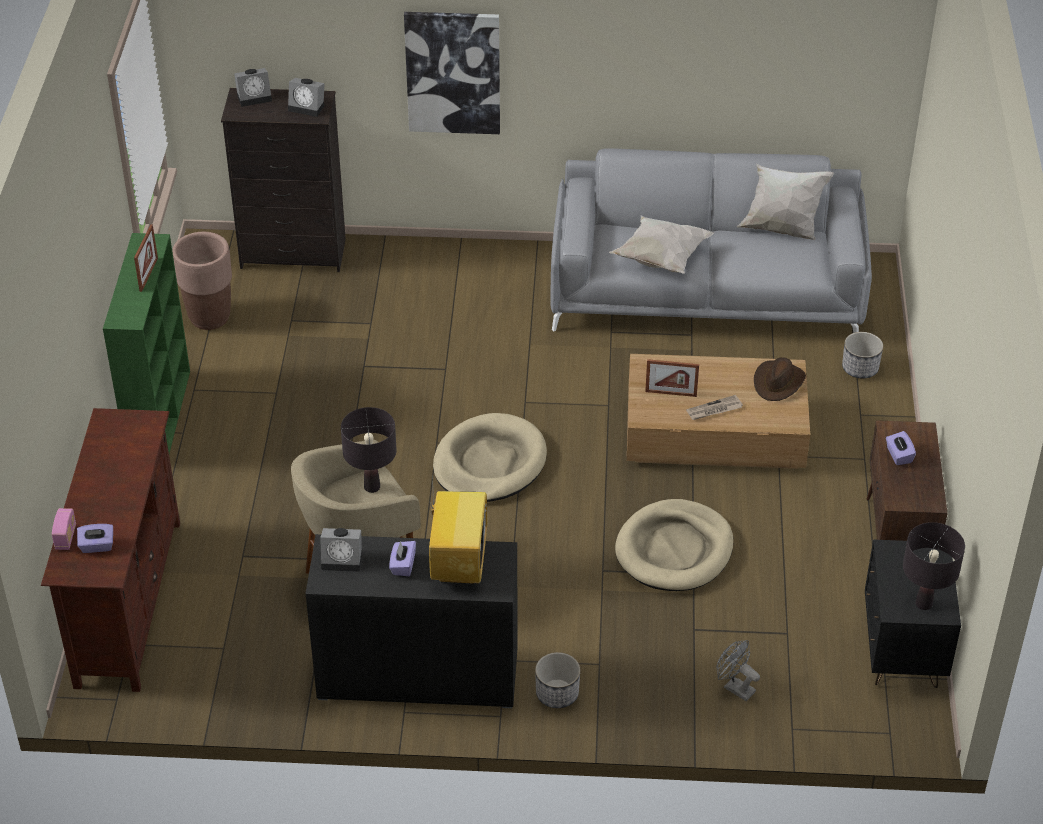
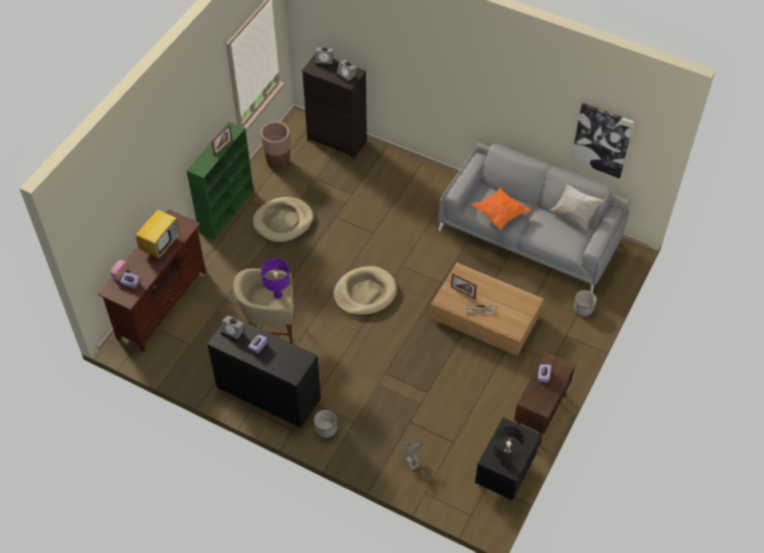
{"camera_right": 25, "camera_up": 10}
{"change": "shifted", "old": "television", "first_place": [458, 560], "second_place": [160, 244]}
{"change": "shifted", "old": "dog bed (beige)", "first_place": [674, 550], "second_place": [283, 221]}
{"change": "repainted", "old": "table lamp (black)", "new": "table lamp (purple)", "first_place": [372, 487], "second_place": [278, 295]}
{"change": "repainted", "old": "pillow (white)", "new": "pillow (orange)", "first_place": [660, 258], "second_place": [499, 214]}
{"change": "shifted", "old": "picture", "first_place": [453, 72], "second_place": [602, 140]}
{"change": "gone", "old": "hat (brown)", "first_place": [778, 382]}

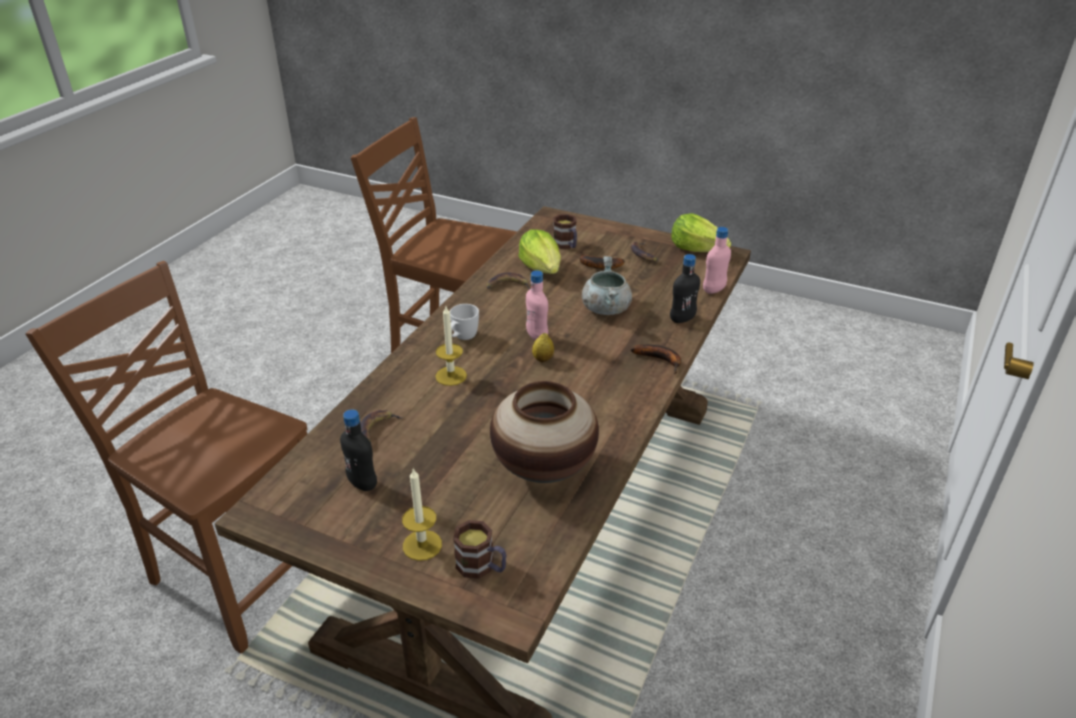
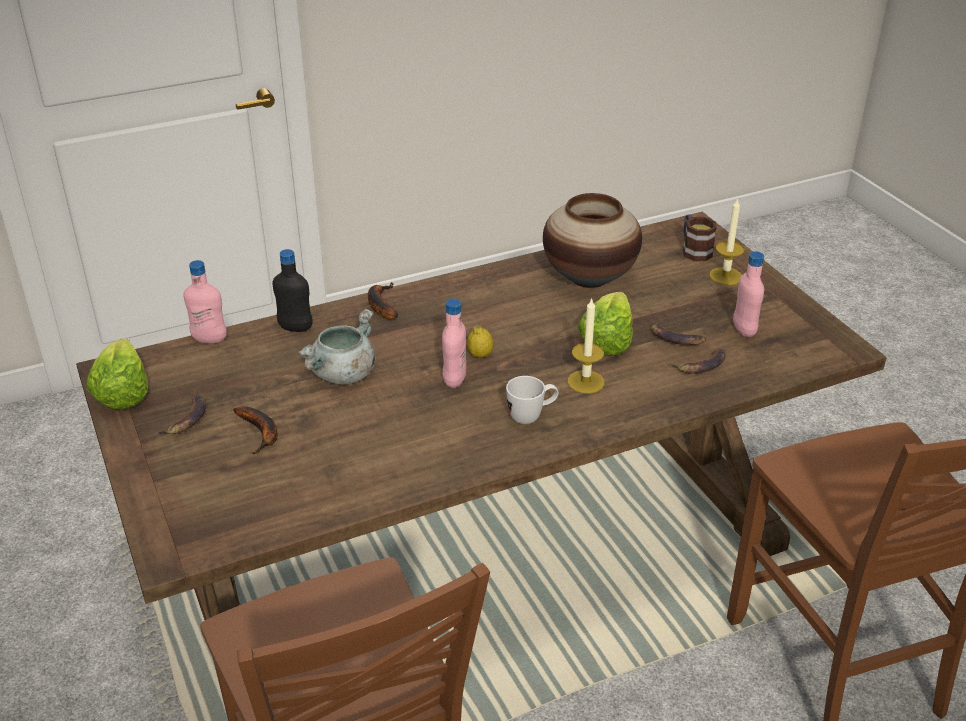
{"camera_right": -140, "camera_up": 0}
{"change": "shifted", "old": "lettuce", "first_place": [542, 268], "second_place": [606, 340]}
{"change": "shifted", "old": "banana", "first_place": [507, 285], "second_place": [675, 338]}
{"change": "repainted", "old": "bottle (black)", "new": "bottle (pink)", "first_place": [362, 483], "second_place": [744, 330]}
{"change": "gone", "old": "mug", "first_place": [566, 245]}

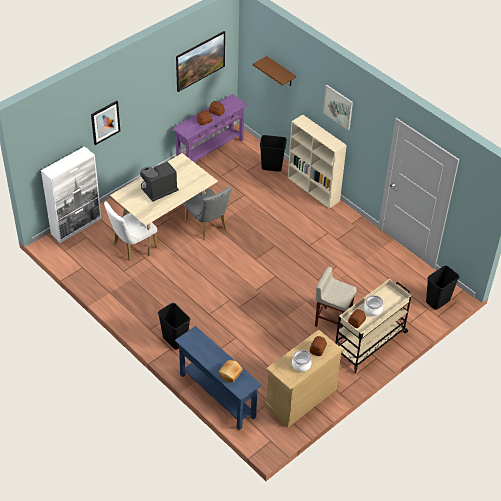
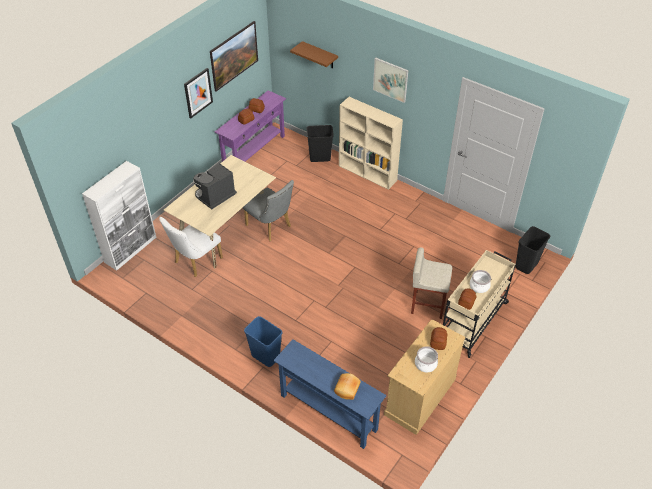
{"camera_right": -10, "camera_up": 0}
{"change": "shifted", "old": "picture", "first_place": [105, 122], "second_place": [198, 92]}
{"change": "repainted", "old": "trash can (black)", "new": "trash can (blue)", "first_place": [174, 340], "second_place": [265, 356]}

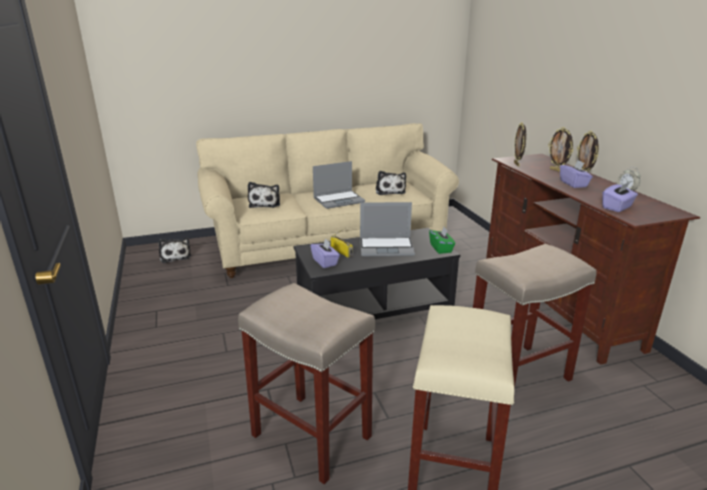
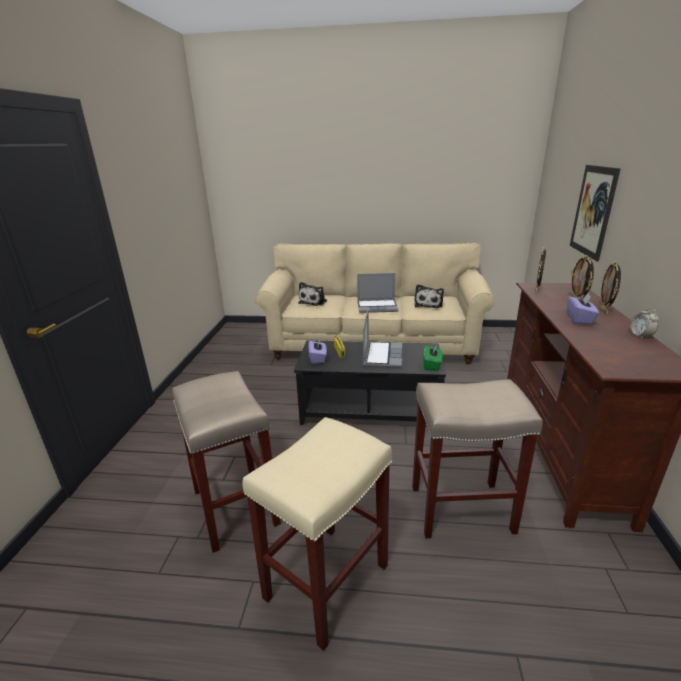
{"camera_right": 25, "camera_up": 0}
{"change": "rotated", "old": "laptop", "first_place": [387, 247], "second_place": [382, 355], "degrees": -105}
{"change": "new", "new": "picture", "second_place": [593, 211]}
{"change": "gone", "old": "plush toy", "first_place": [175, 256]}
{"change": "gone", "old": "tissue box (purple)", "first_place": [617, 207]}

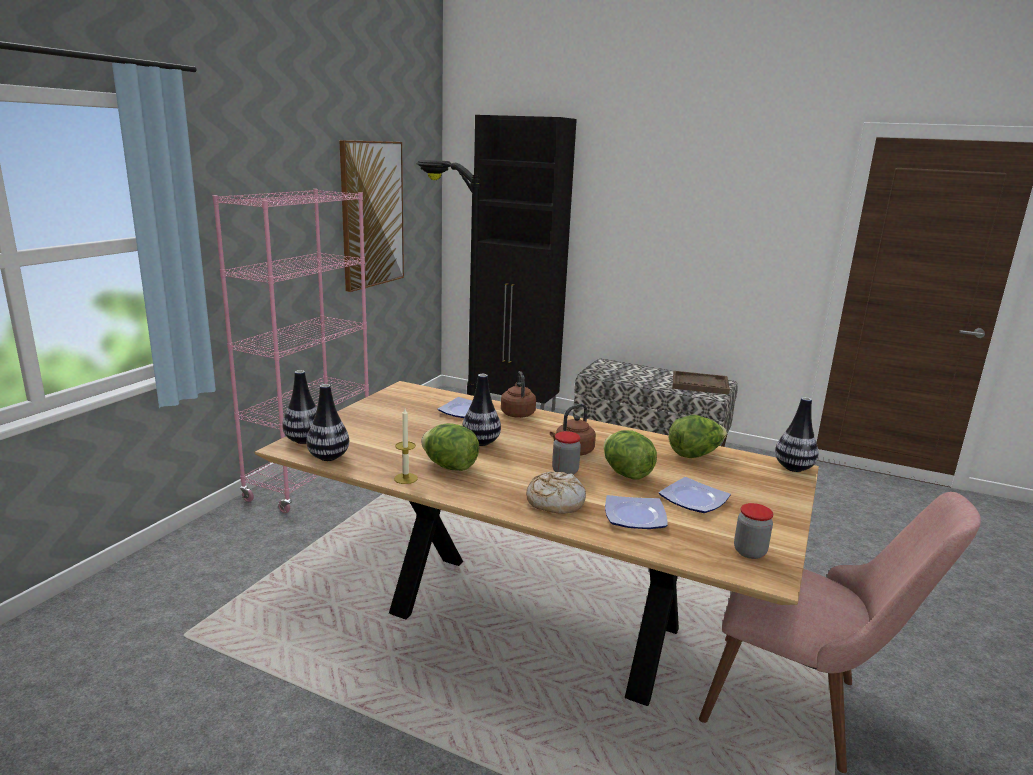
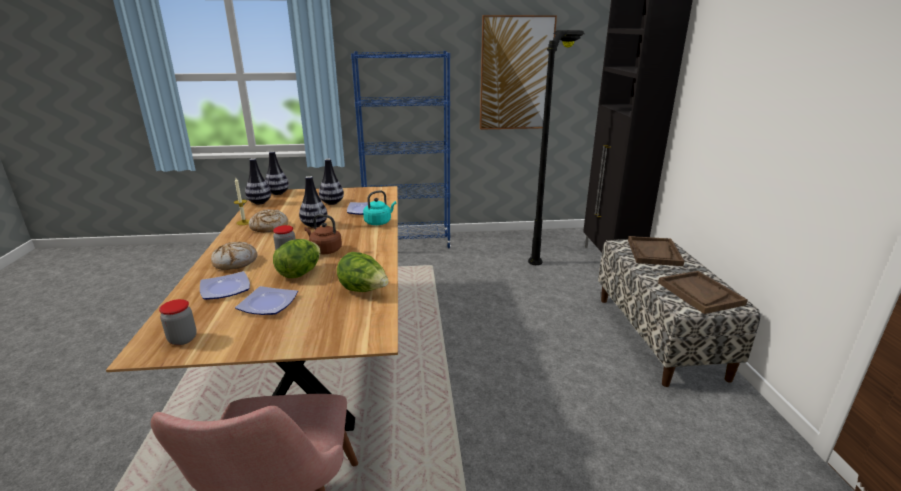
{"camera_right": 60, "camera_up": 5}
{"change": "swapped", "old": "lettuce", "new": "bread", "first_place": [450, 466], "second_place": [269, 227]}
{"change": "shifted", "old": "vase", "first_place": [793, 468], "second_place": [332, 203]}
{"change": "repainted", "old": "bookcase (pink)", "new": "bookcase (blue)", "first_place": [310, 480], "second_place": [408, 243]}
{"change": "repainted", "old": "kettle (brown)", "new": "kettle (turquoise)", "first_place": [517, 413], "second_place": [379, 222]}
{"change": "new", "new": "tray (brown)", "second_place": [654, 252]}

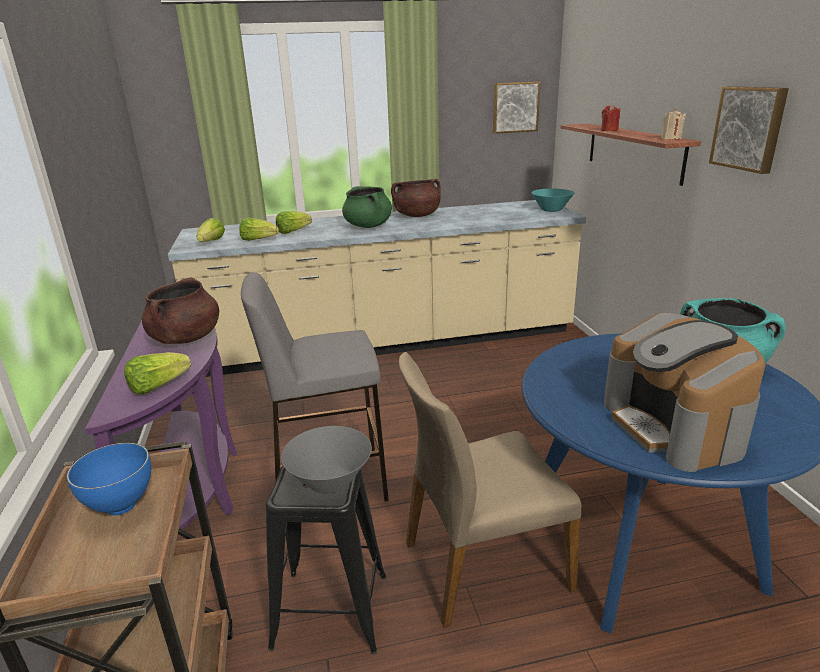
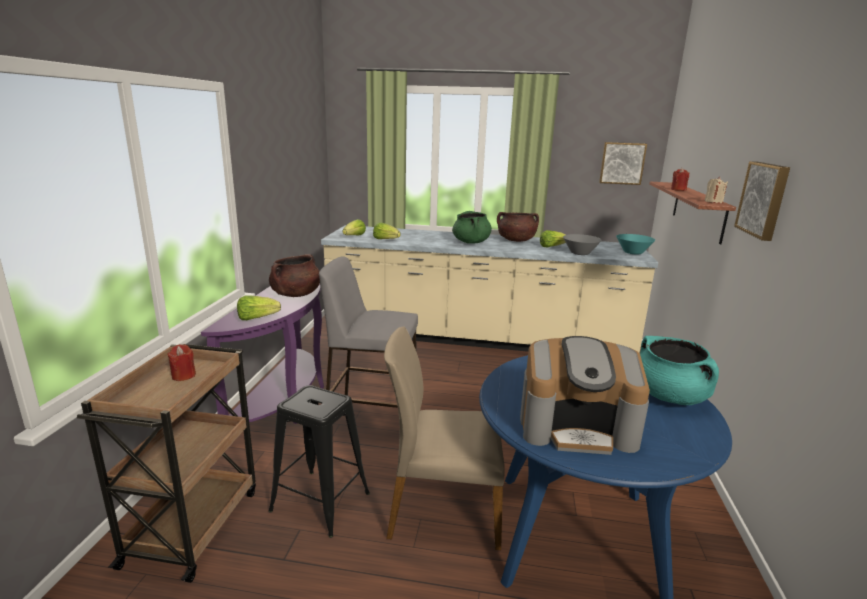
{"camera_right": 20, "camera_up": -5}
{"change": "swapped", "old": "bowl (blue)", "new": "candle (red)", "first_place": [120, 507], "second_place": [183, 375]}
{"change": "rotated", "old": "coffee machine", "first_place": [674, 426], "second_place": [577, 427], "degrees": -90}
{"change": "shifted", "old": "lettuce", "first_place": [293, 232], "second_place": [551, 247]}
{"change": "shifted", "old": "bowl (grey)", "first_place": [330, 481], "second_place": [580, 253]}

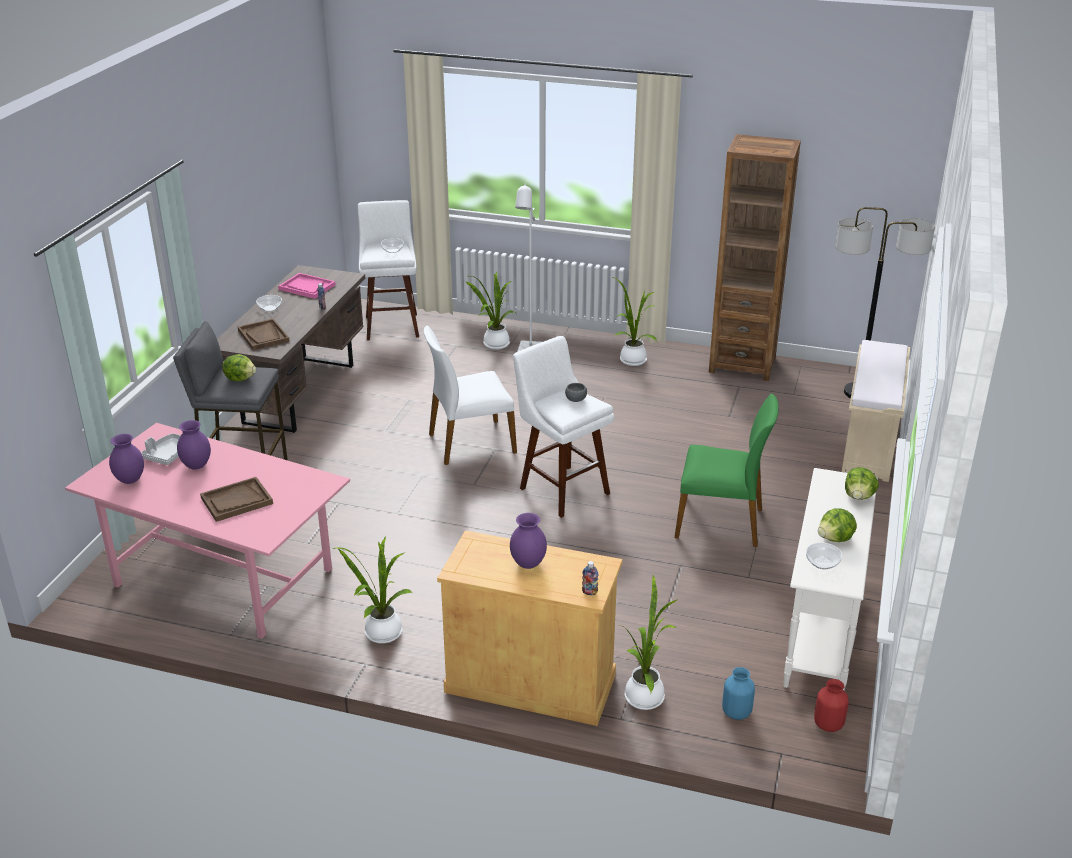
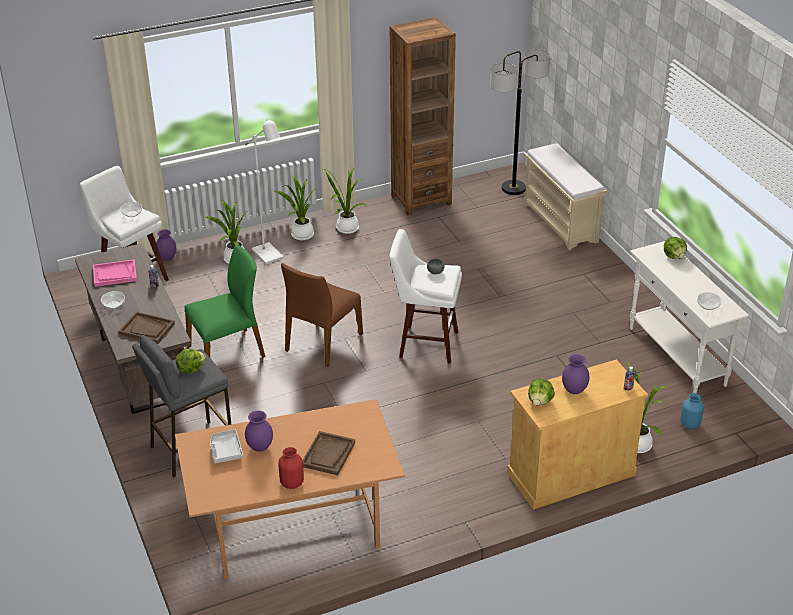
{"camera_right": -40, "camera_up": 5}
{"change": "shifted", "old": "vase (purple)", "first_place": [130, 480], "second_place": [167, 258]}
{"change": "repainted", "old": "dining table (pink)", "new": "dining table (brown)", "first_place": [222, 577], "second_place": [292, 527]}
{"change": "shifted", "old": "chair (green)", "first_place": [720, 522], "second_place": [227, 351]}
{"change": "shifted", "old": "potted plant", "first_place": [380, 633], "second_place": [301, 235]}
{"change": "shifted", "old": "vase (red)", "first_place": [828, 724], "second_place": [292, 483]}
{"change": "repainted", "old": "chair (white)", "new": "chair (brown)", "first_place": [470, 443], "second_place": [322, 342]}
{"change": "shifted", "old": "lettuce", "first_place": [835, 539], "second_place": [540, 401]}

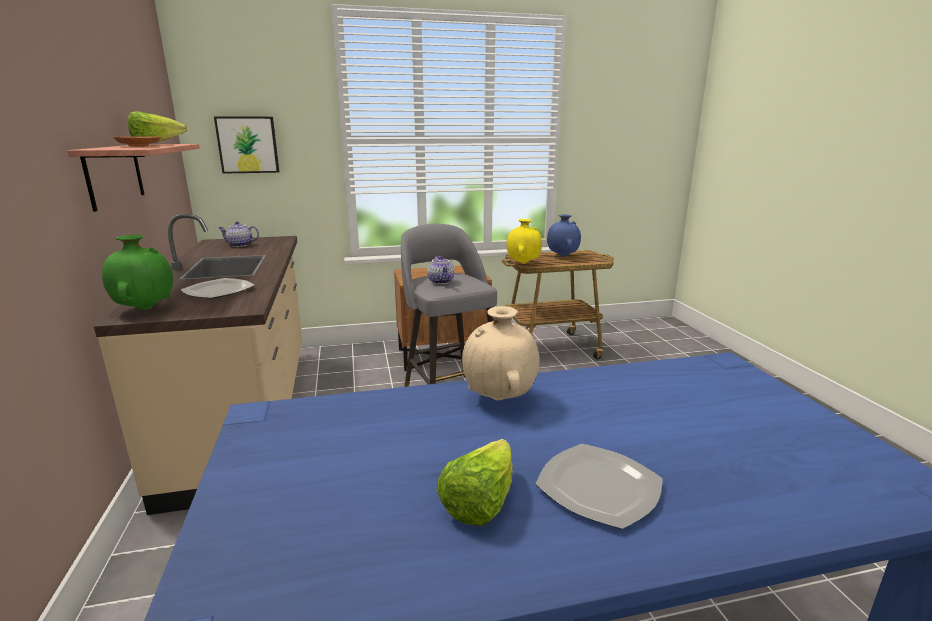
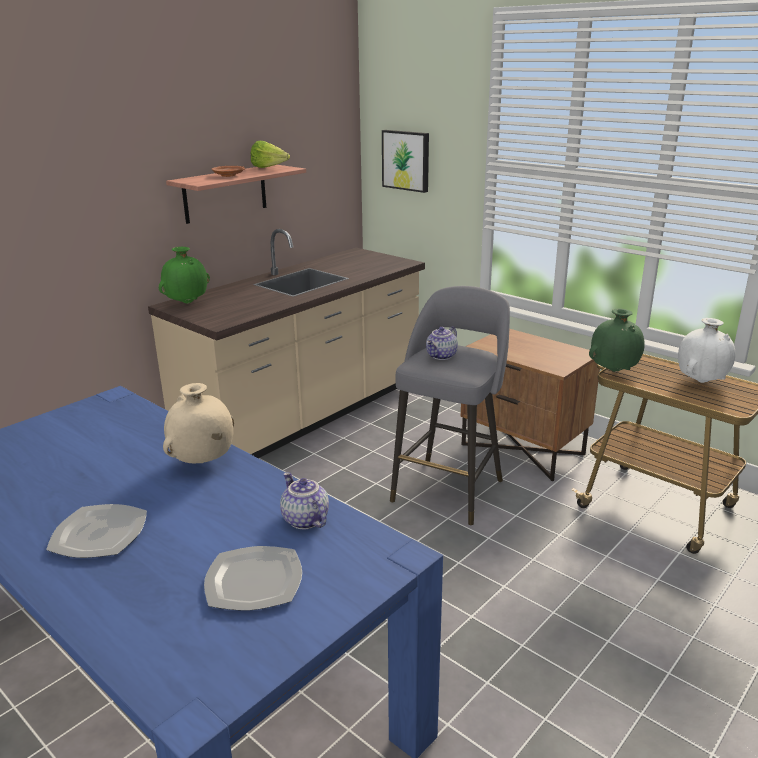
{"camera_right": 55, "camera_up": 5}
{"change": "shifted", "old": "plate", "first_place": [218, 291], "second_place": [253, 580]}
{"change": "shifted", "old": "teapot", "first_place": [240, 245], "second_place": [304, 520]}
{"change": "repainted", "old": "vase (yellow)", "new": "vase (green)", "first_place": [523, 263], "second_place": [614, 370]}
{"change": "repainted", "old": "vase (blue)", "new": "vase (white)", "first_place": [562, 256], "second_place": [701, 381]}
{"change": "gone", "old": "lettuce", "first_place": [479, 502]}

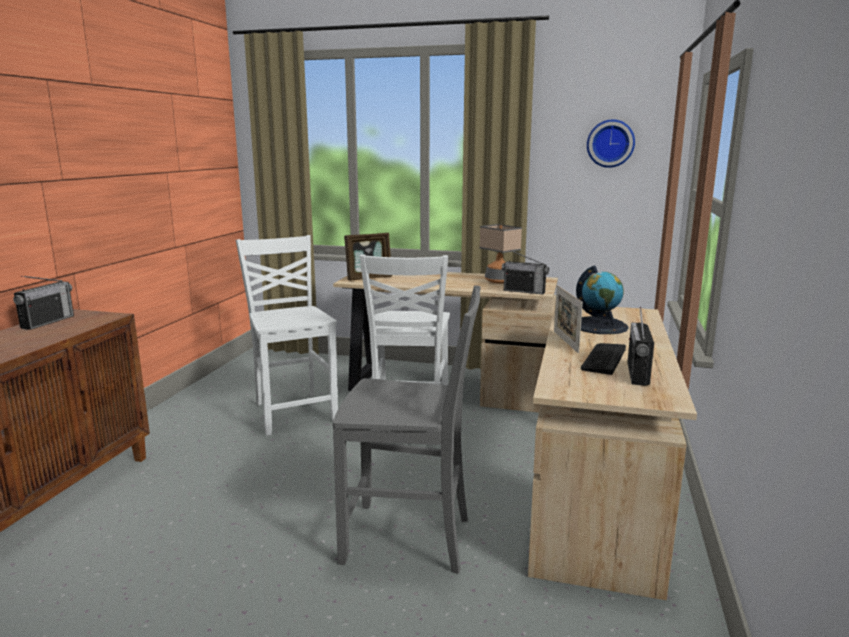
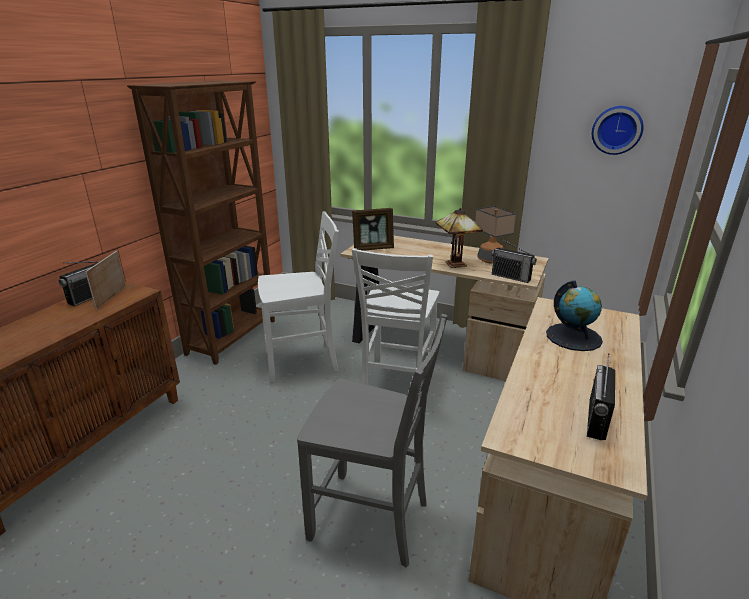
{"camera_right": 10, "camera_up": 10}
{"change": "shifted", "old": "picture frame", "first_place": [565, 341], "second_place": [111, 297]}
{"change": "new", "new": "bookcase (brown)", "second_place": [233, 337]}
{"change": "rotated", "old": "chair (white)", "first_place": [294, 412], "second_place": [303, 362], "degrees": 90}
{"change": "new", "new": "table lamp", "second_place": [454, 263]}
{"change": "gone", "old": "keyboard", "first_place": [603, 359]}

